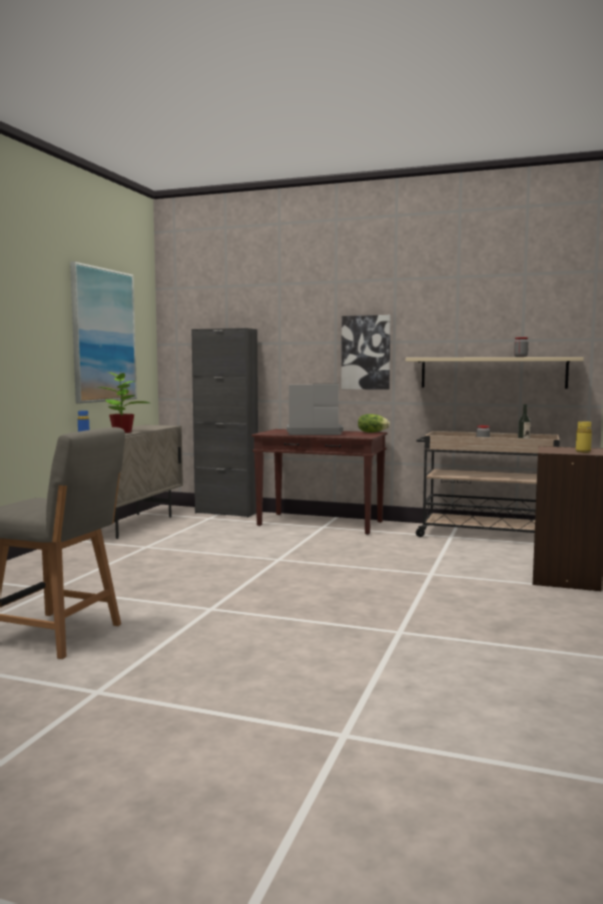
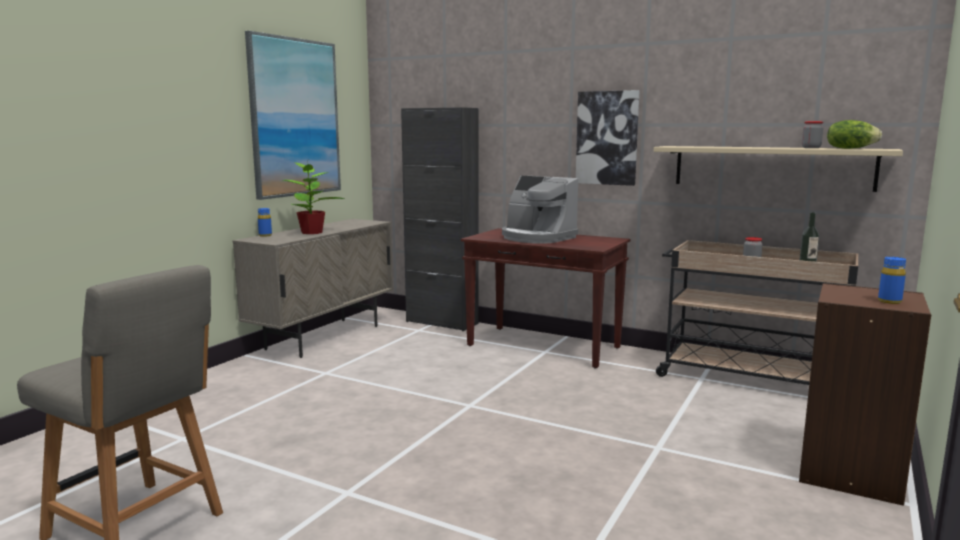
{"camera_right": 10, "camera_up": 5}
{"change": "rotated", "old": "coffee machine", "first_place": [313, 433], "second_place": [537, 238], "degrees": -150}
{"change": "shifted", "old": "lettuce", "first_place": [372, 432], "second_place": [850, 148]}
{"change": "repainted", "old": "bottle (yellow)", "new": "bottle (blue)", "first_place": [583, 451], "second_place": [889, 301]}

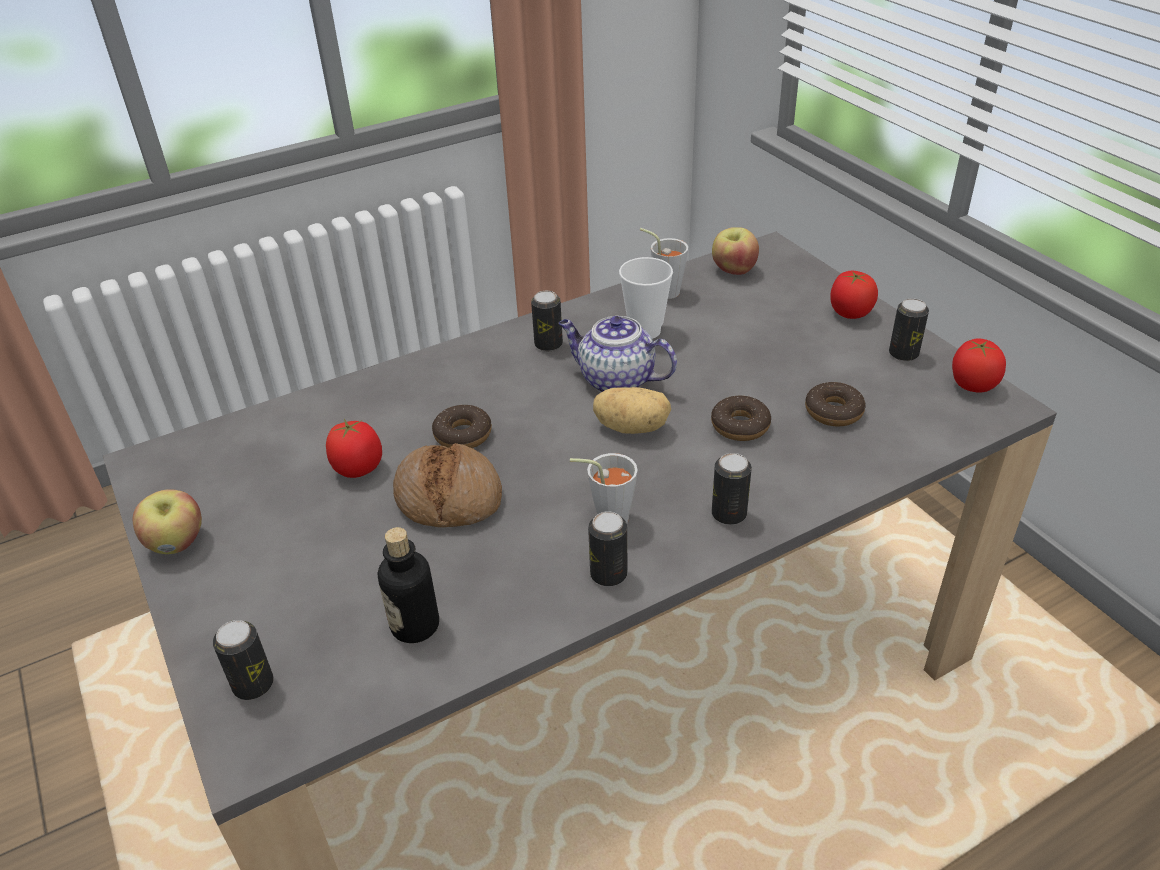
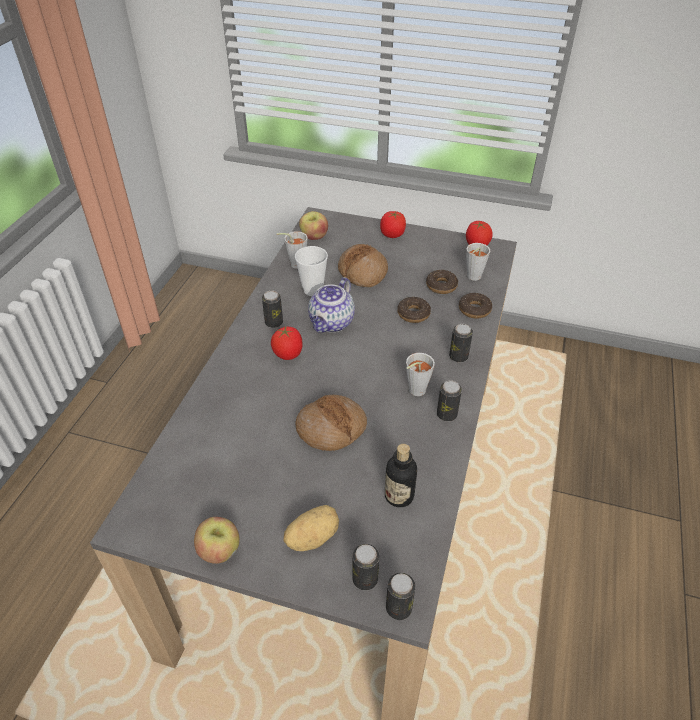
{"camera_right": -45, "camera_up": 5}
{"change": "shifted", "old": "tomato", "first_place": [358, 468], "second_place": [288, 354]}
{"change": "shifted", "old": "potato", "first_place": [632, 427], "second_place": [311, 537]}
{"change": "rotated", "old": "teapot", "first_place": [615, 380], "second_place": [331, 323], "degrees": -45}
{"change": "new", "new": "bread", "second_place": [363, 272]}
{"change": "shifted", "old": "can", "first_place": [903, 354], "second_place": [398, 608]}
{"change": "shifted", "old": "donut", "first_place": [463, 435], "second_place": [474, 309]}
{"change": "new", "new": "cup (grey)", "second_place": [472, 277]}

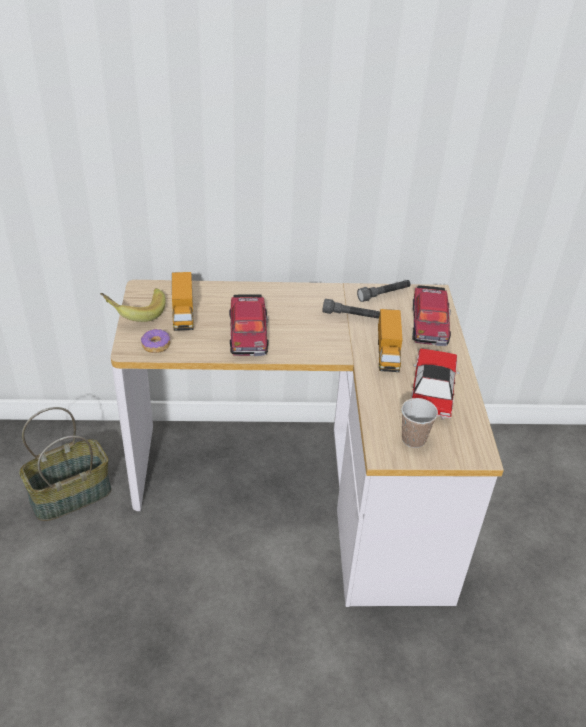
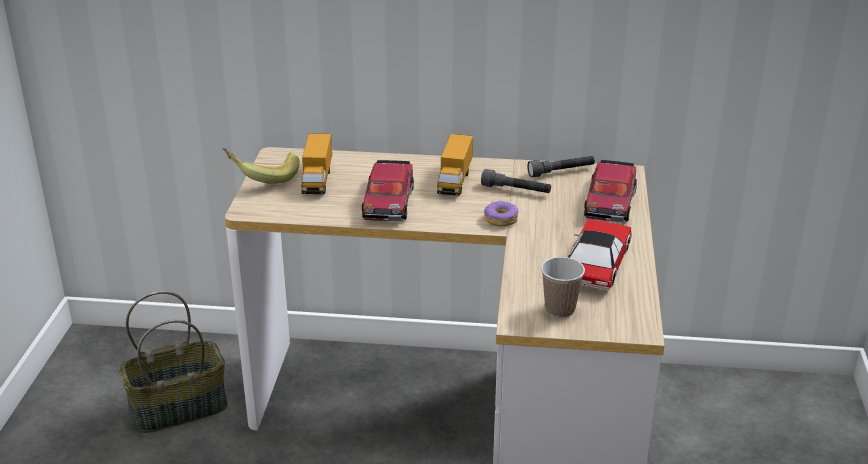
{"camera_right": 10, "camera_up": -10}
{"change": "shifted", "old": "toy truck", "first_place": [387, 353], "second_place": [454, 181]}
{"change": "shifted", "old": "donut", "first_place": [155, 345], "second_place": [500, 219]}

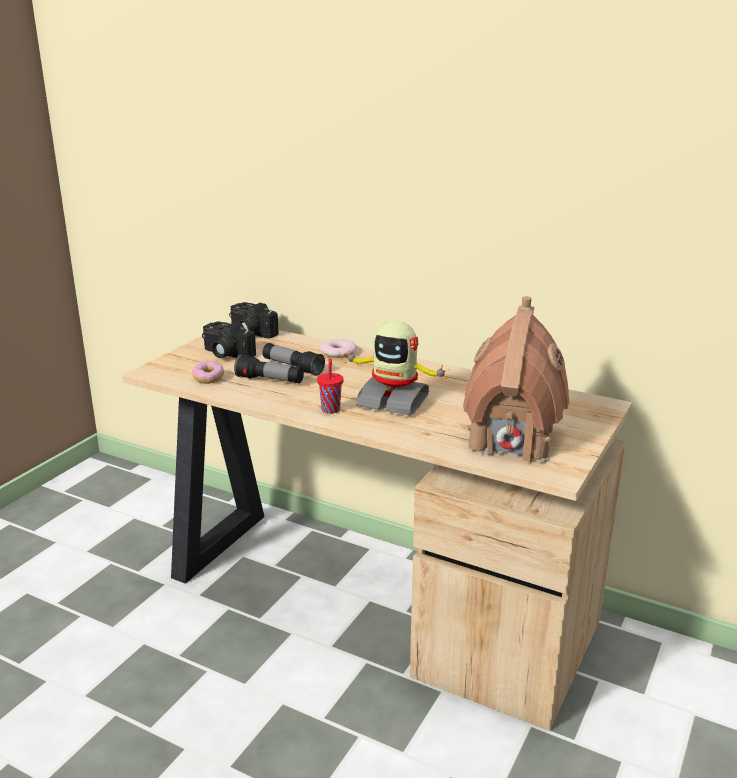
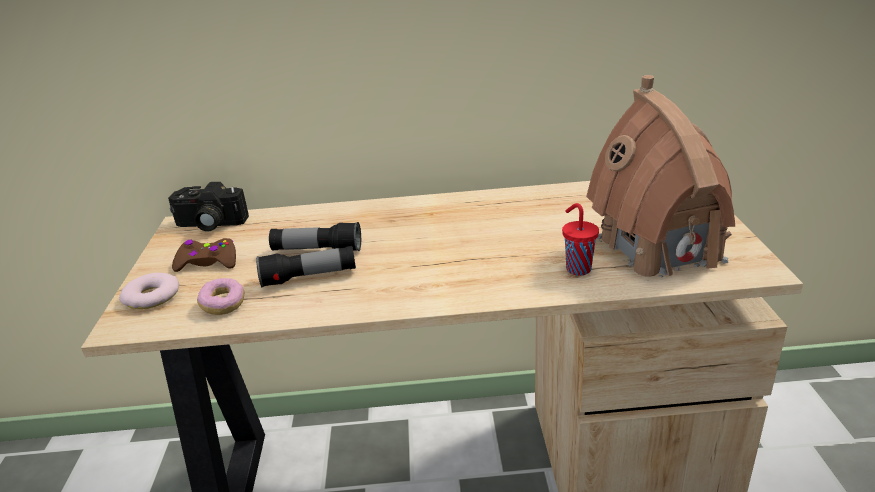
{"camera_right": -30, "camera_up": 5}
{"change": "shifted", "old": "donut", "first_place": [338, 352], "second_place": [151, 296]}
{"change": "swapped", "old": "photo camera", "new": "game controller (brown)", "first_place": [225, 354], "second_place": [208, 262]}
{"change": "shifted", "old": "cup (red)", "first_place": [330, 409], "second_place": [577, 269]}
{"change": "gone", "old": "toy robot", "first_place": [393, 401]}

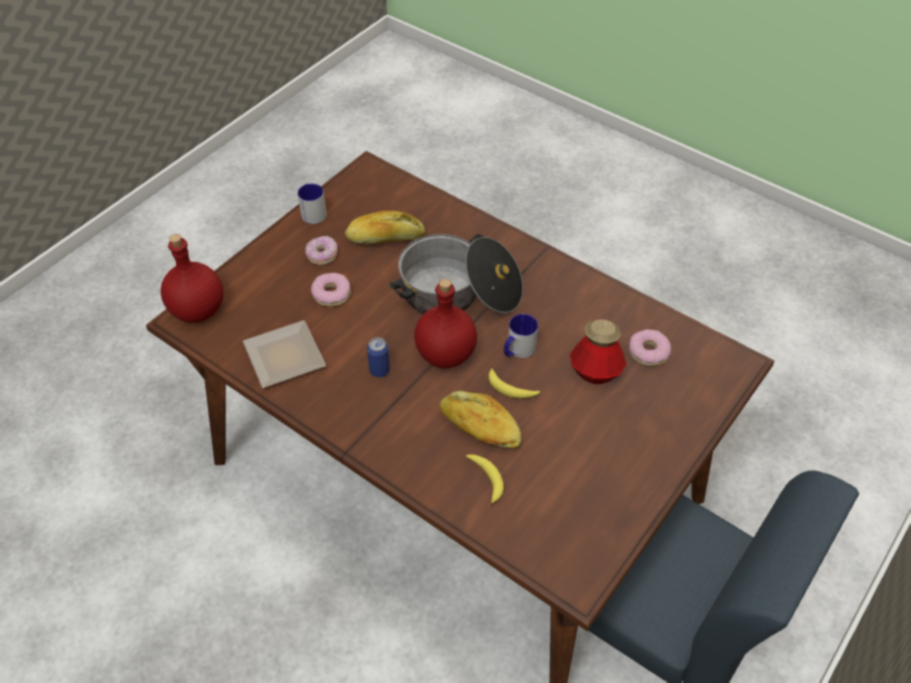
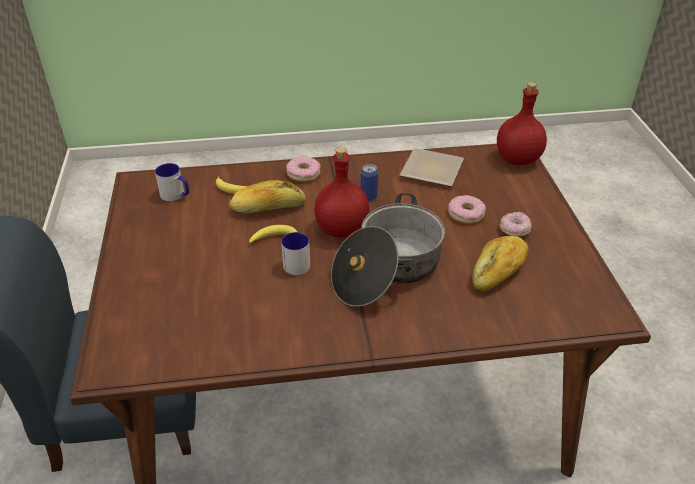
{"camera_right": 135, "camera_up": -10}
{"change": "shifted", "old": "mug", "first_place": [312, 212], "second_place": [176, 195]}
{"change": "shifted", "old": "donut", "first_place": [648, 352], "second_place": [303, 174]}
{"change": "gone", "old": "bottle", "first_place": [595, 372]}

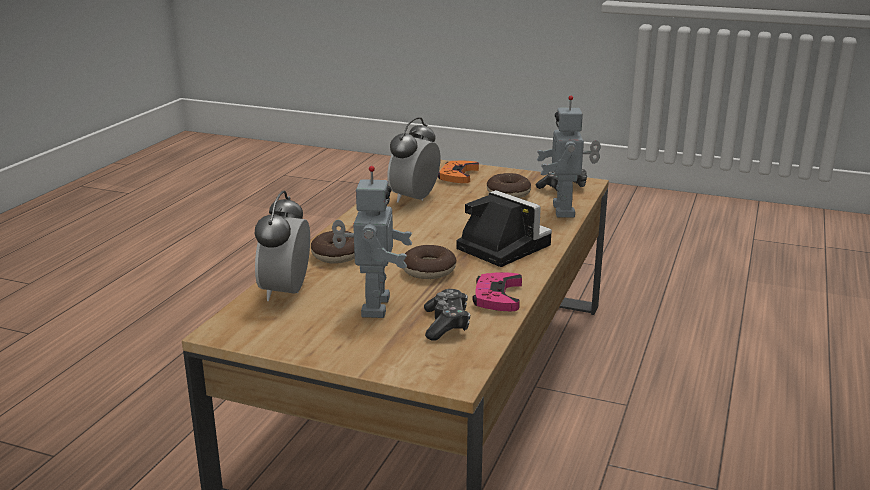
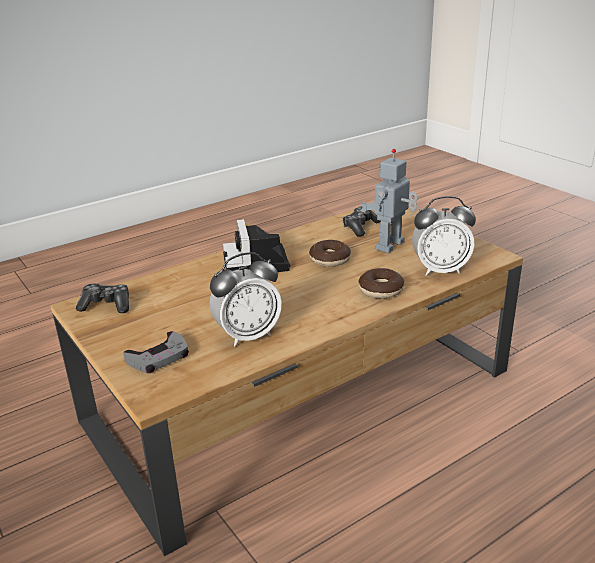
{"camera_right": -145, "camera_up": 5}
{"change": "repainted", "old": "game controller (orange)", "new": "game controller (grey)", "first_place": [457, 176], "second_place": [159, 357]}
{"change": "rotated", "old": "alarm clock", "first_place": [286, 292], "second_place": [440, 270], "degrees": 45}
{"change": "gone", "old": "game controller (pink)", "first_place": [497, 297]}
{"change": "gone", "old": "donut", "first_place": [508, 193]}
{"change": "gone", "old": "toy robot", "first_place": [566, 211]}

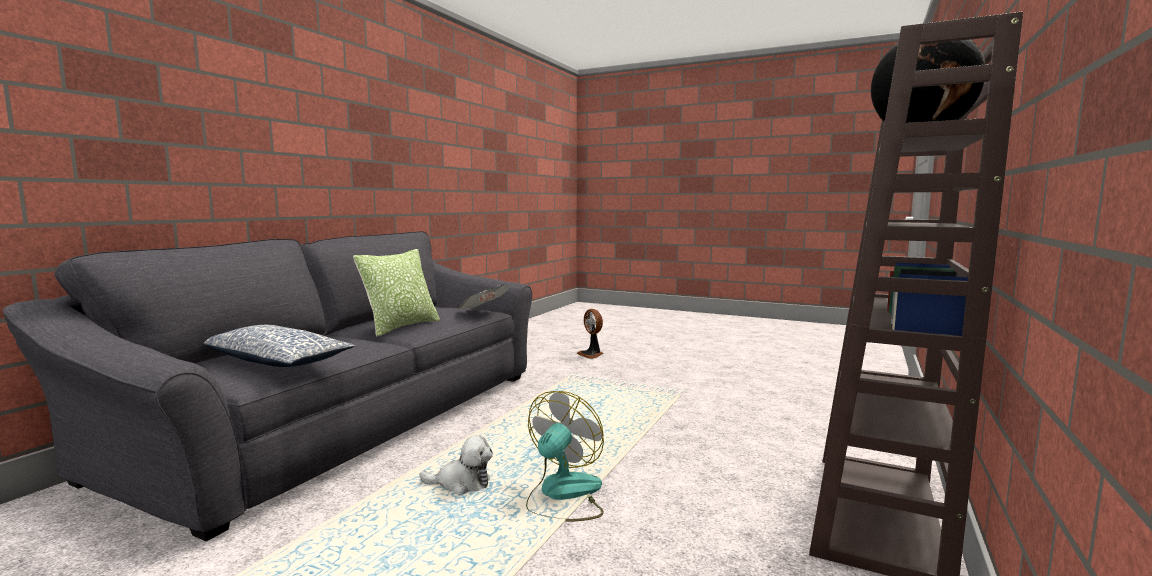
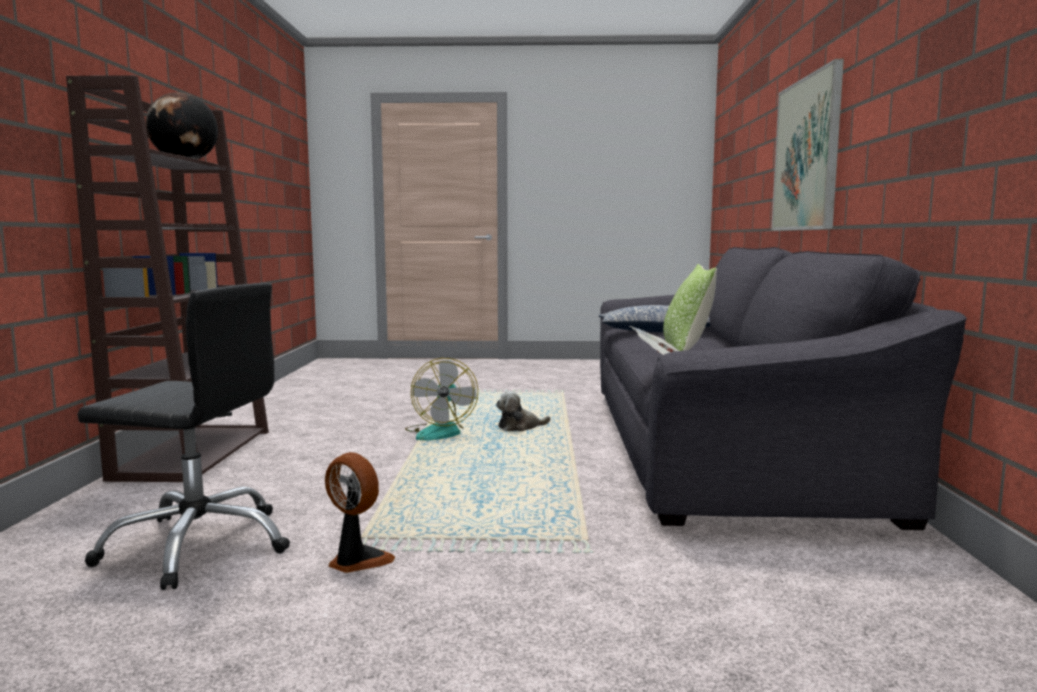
{"camera_right": 155, "camera_up": 0}
{"change": "new", "new": "office chair (black)", "second_place": [198, 545]}
{"change": "shifted", "old": "fan", "first_place": [591, 354], "second_place": [356, 561]}
{"change": "new", "new": "picture", "second_place": [807, 154]}

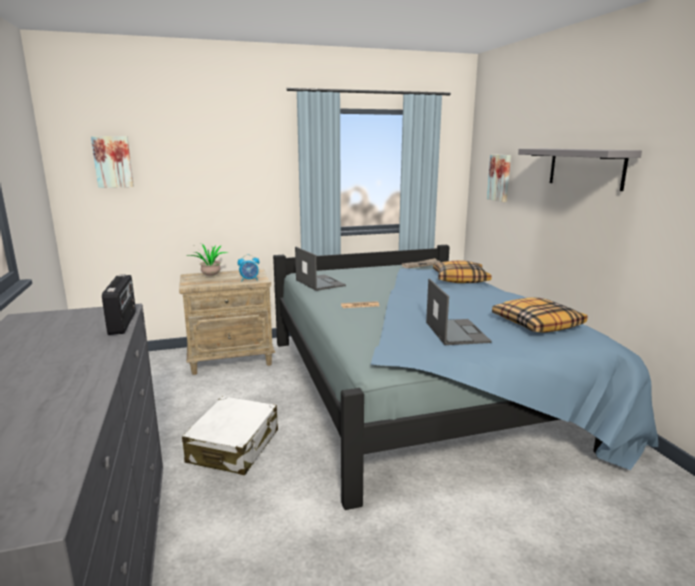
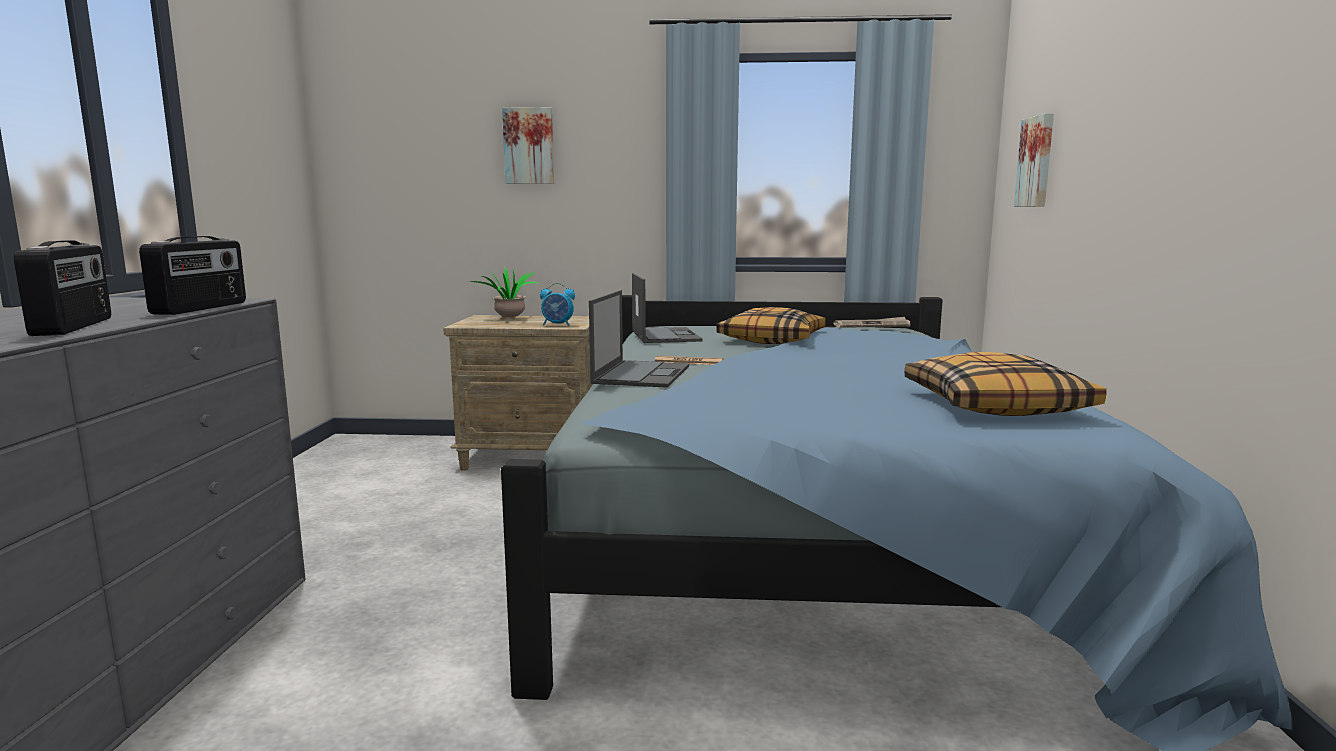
{"camera_right": 20, "camera_up": -5}
{"change": "new", "new": "radio", "second_place": [75, 326]}
{"change": "shifted", "old": "picture", "first_place": [113, 162], "second_place": [529, 146]}
{"change": "shifted", "old": "laptop", "first_place": [456, 332], "second_place": [641, 374]}
{"change": "shifted", "old": "pillow", "first_place": [460, 279], "second_place": [772, 339]}
{"change": "gone", "old": "suitcase (white)", "first_place": [234, 446]}
{"change": "gone", "old": "shelf (grey)", "first_place": [586, 168]}

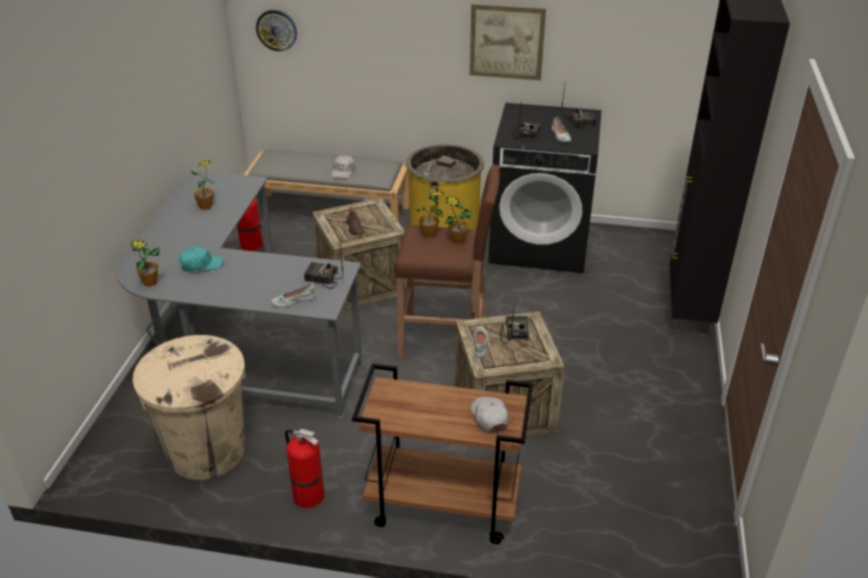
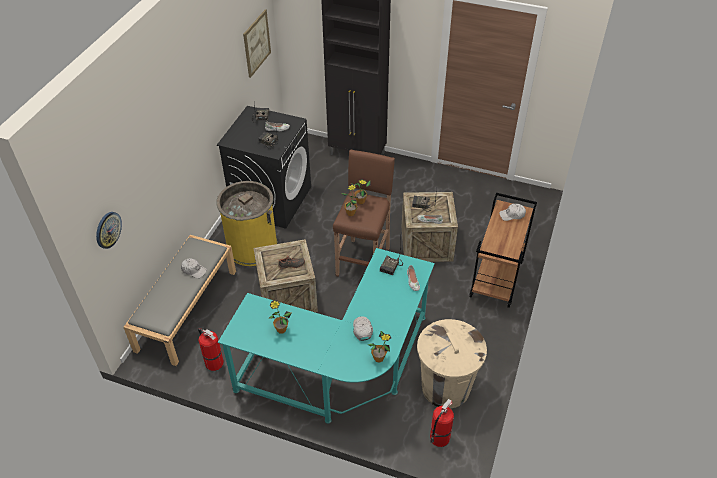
{"camera_right": -80, "camera_up": 10}
{"change": "repainted", "old": "desk (grey)", "new": "desk (turquoise)", "first_place": [239, 345], "second_place": [343, 370]}
{"change": "shifted", "old": "picture", "first_place": [506, 42], "second_place": [256, 43]}
{"change": "repainted", "old": "cap (turquoise)", "new": "cap (white)", "first_place": [201, 265], "second_place": [362, 330]}
{"change": "shifted", "old": "fire extinguisher", "first_place": [307, 495], "second_place": [439, 438]}

